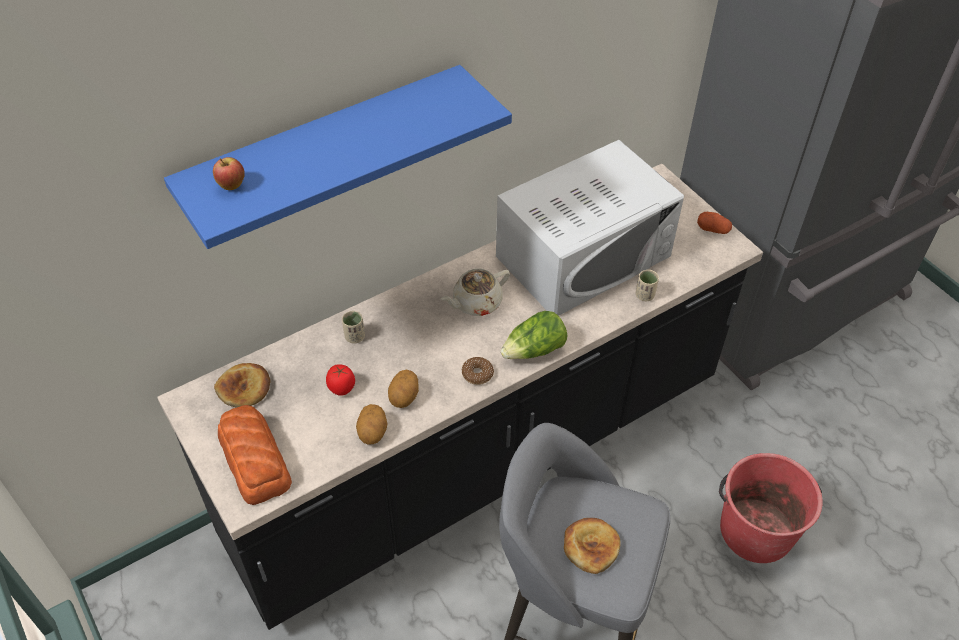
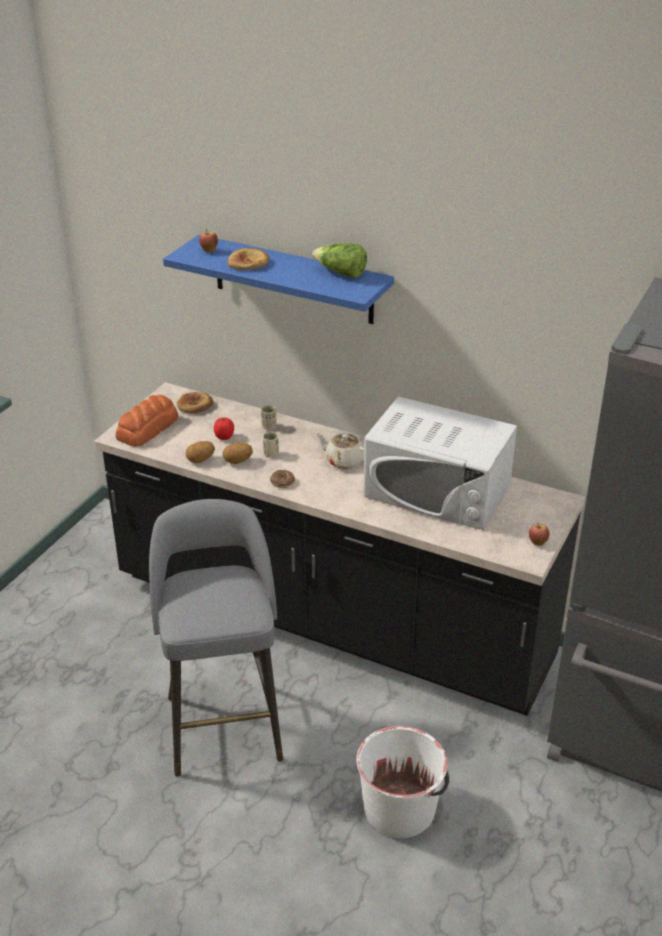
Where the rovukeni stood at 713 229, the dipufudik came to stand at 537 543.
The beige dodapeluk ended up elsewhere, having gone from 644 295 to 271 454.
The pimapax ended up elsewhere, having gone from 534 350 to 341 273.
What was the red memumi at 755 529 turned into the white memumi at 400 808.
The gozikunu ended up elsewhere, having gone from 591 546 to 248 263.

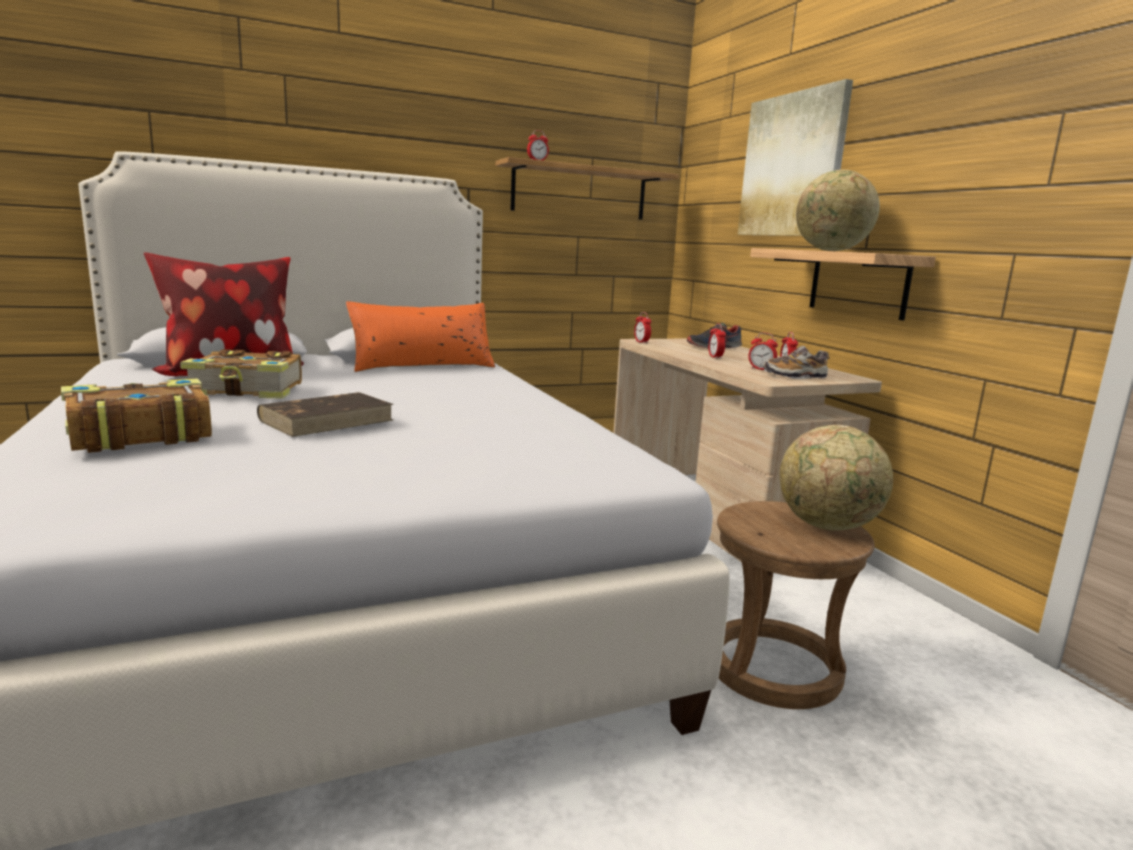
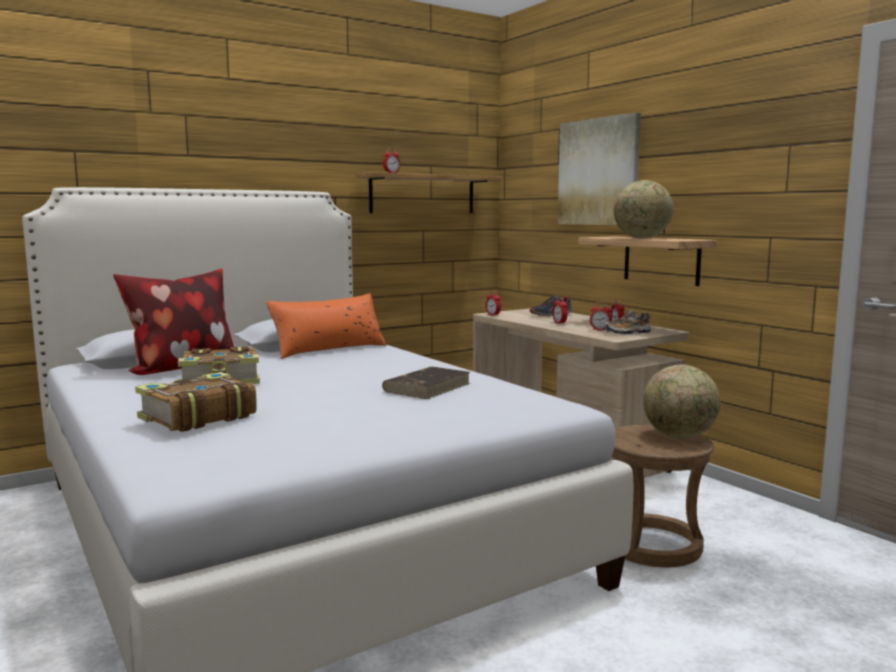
The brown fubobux ended up elsewhere, having gone from 328 420 to 427 387.

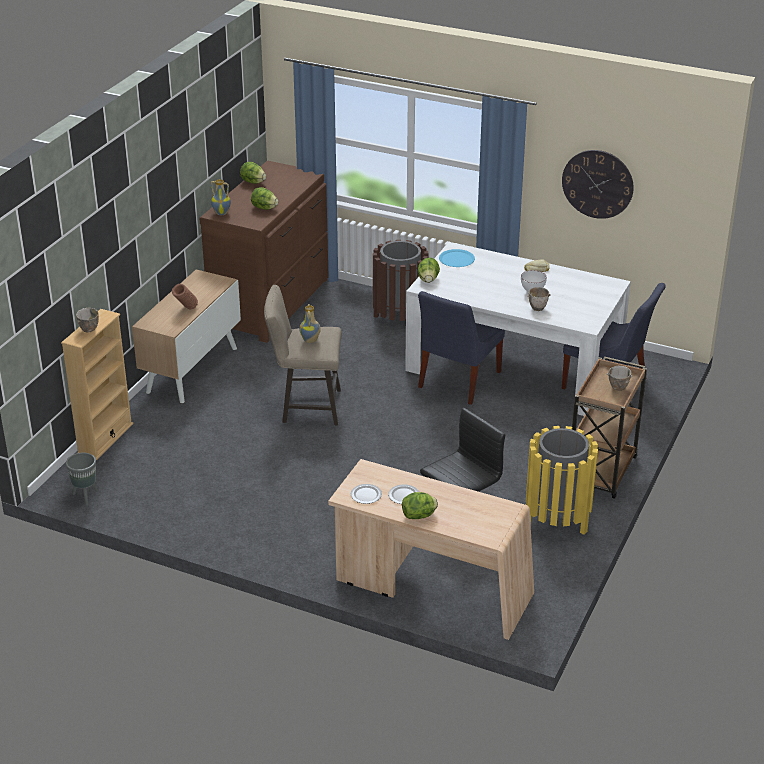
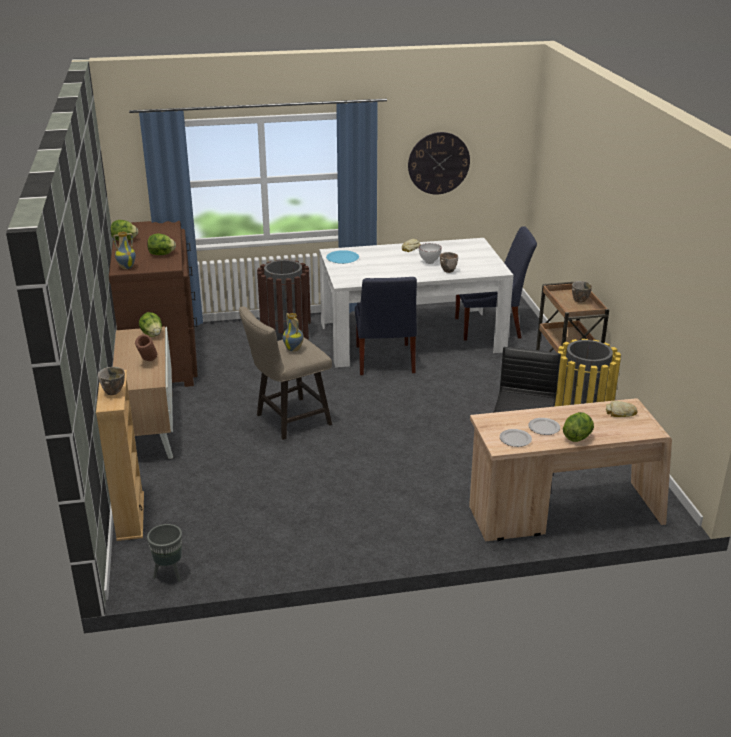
The pimapax ended up elsewhere, having gone from 428 280 to 152 334.
The second view gained the gozikunu at 621 413.

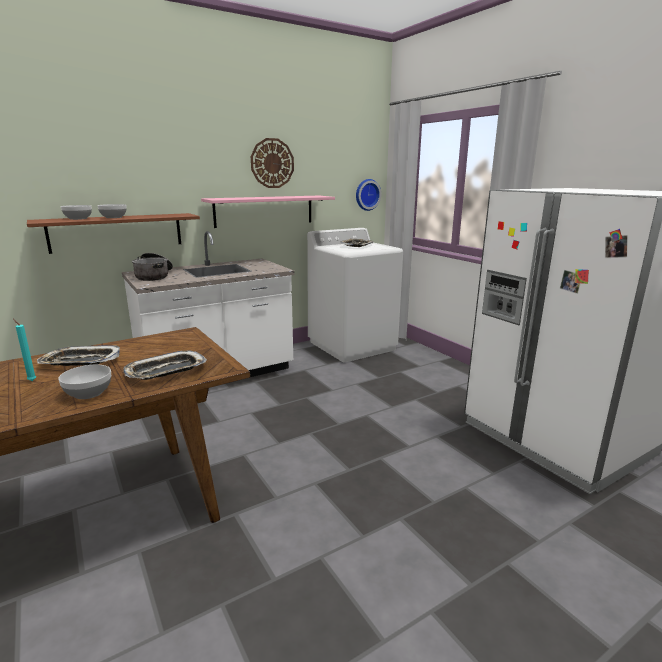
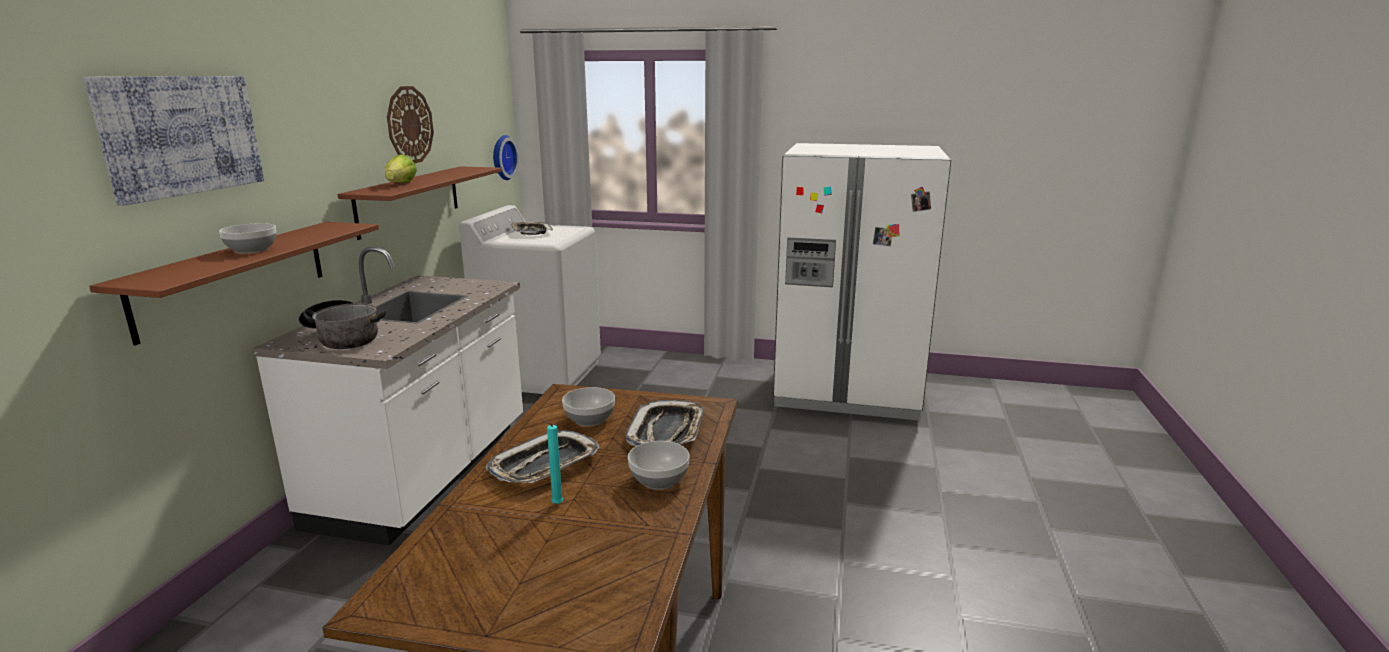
What was the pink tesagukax at 264 211 turned into the brown tesagukax at 409 200.
The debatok ended up elsewhere, having gone from 78 218 to 588 419.
The second view gained the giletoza at 181 135.
The second view gained the pimapax at 401 184.

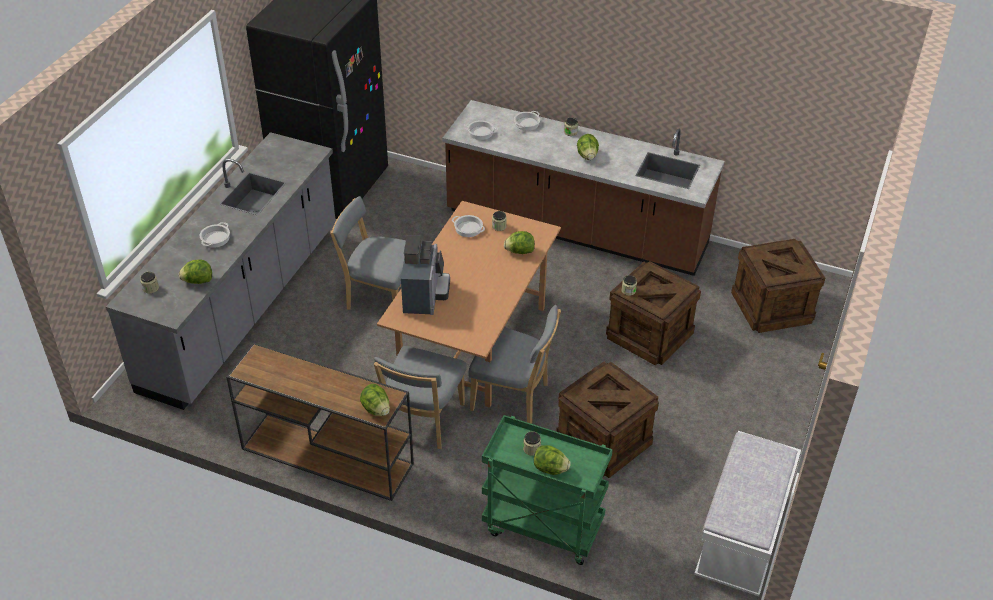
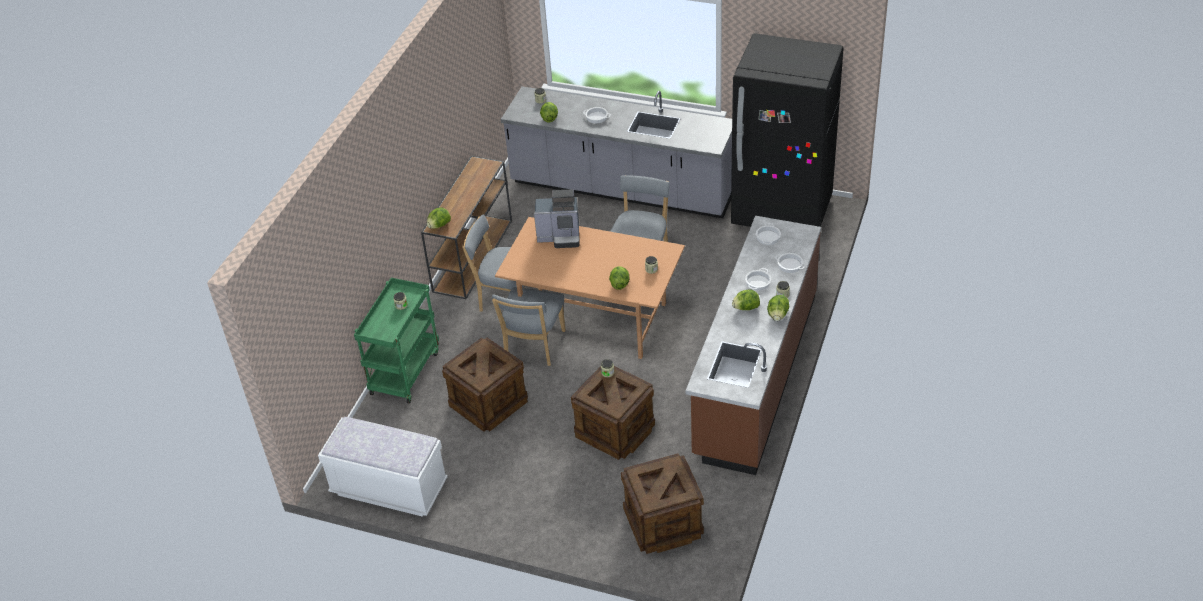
The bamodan ended up elsewhere, having gone from 468 228 to 758 282.
The pimapax ended up elsewhere, having gone from 550 469 to 777 315.

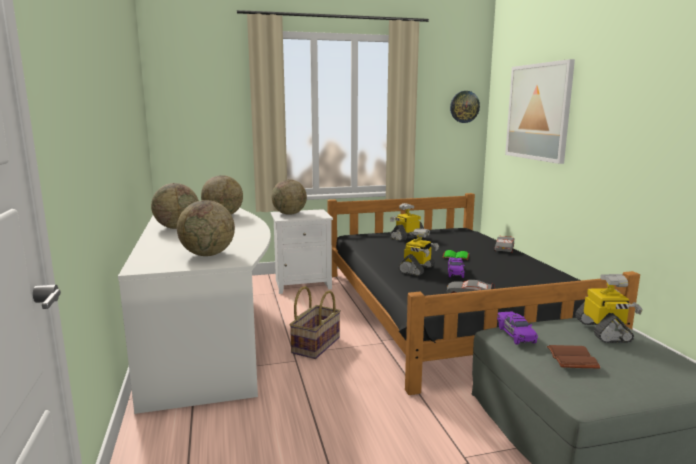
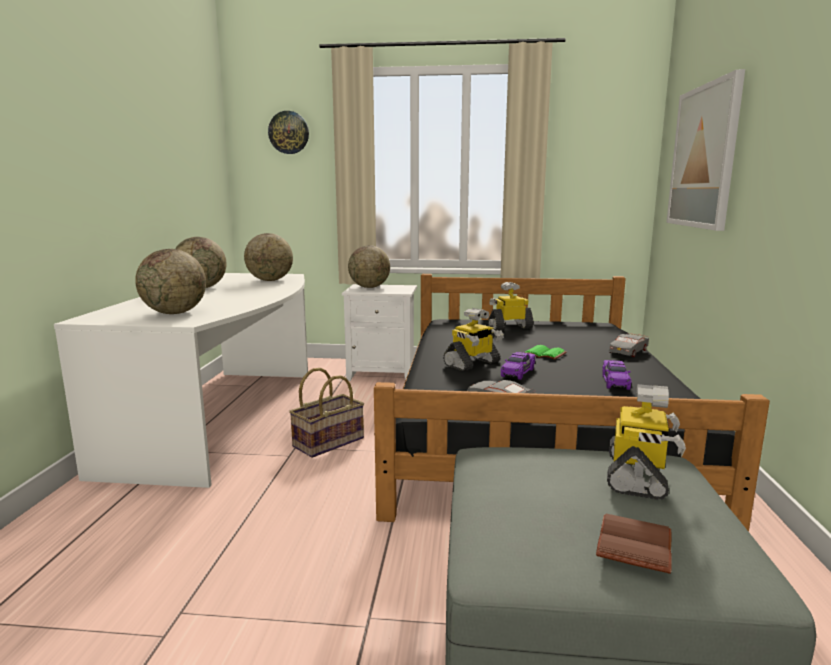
The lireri ended up elsewhere, having gone from 464 106 to 289 132.
The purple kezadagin ended up elsewhere, having gone from 515 335 to 615 382.
The brown fubobux ended up elsewhere, having gone from 574 359 to 636 546.

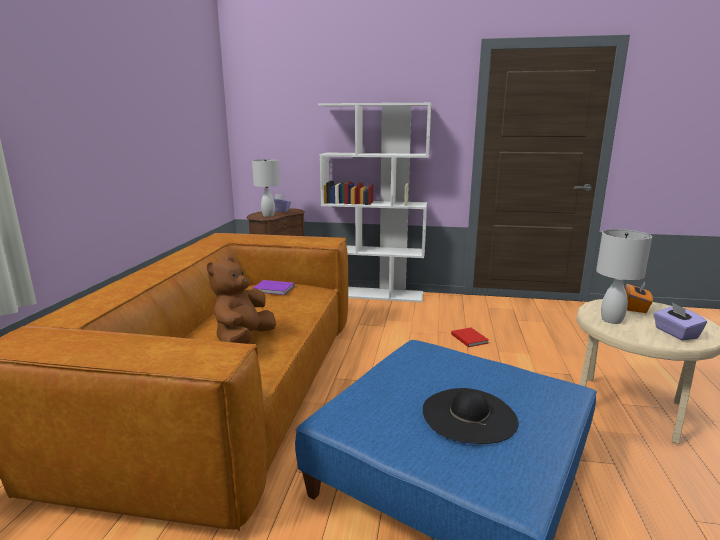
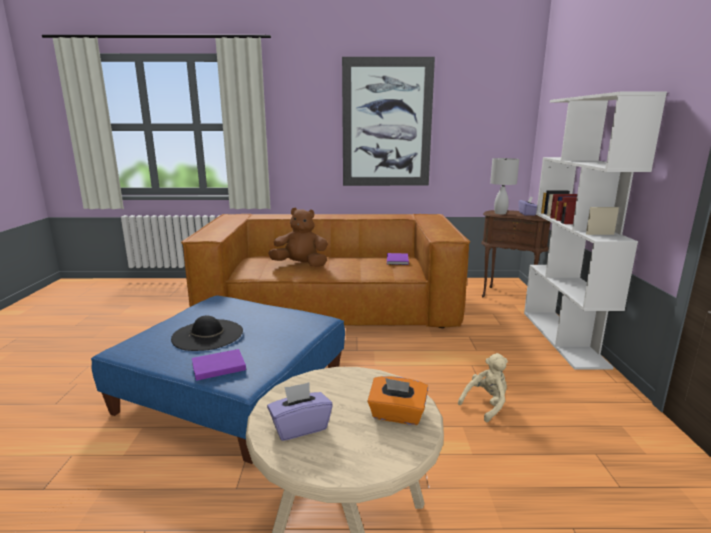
The second view lost the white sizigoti at 611 320.
Where the red fubobux stood at 469 338, the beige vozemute came to stand at 486 404.
The second view gained the giletoza at 387 123.
The second view gained the purple fubobux at 217 366.

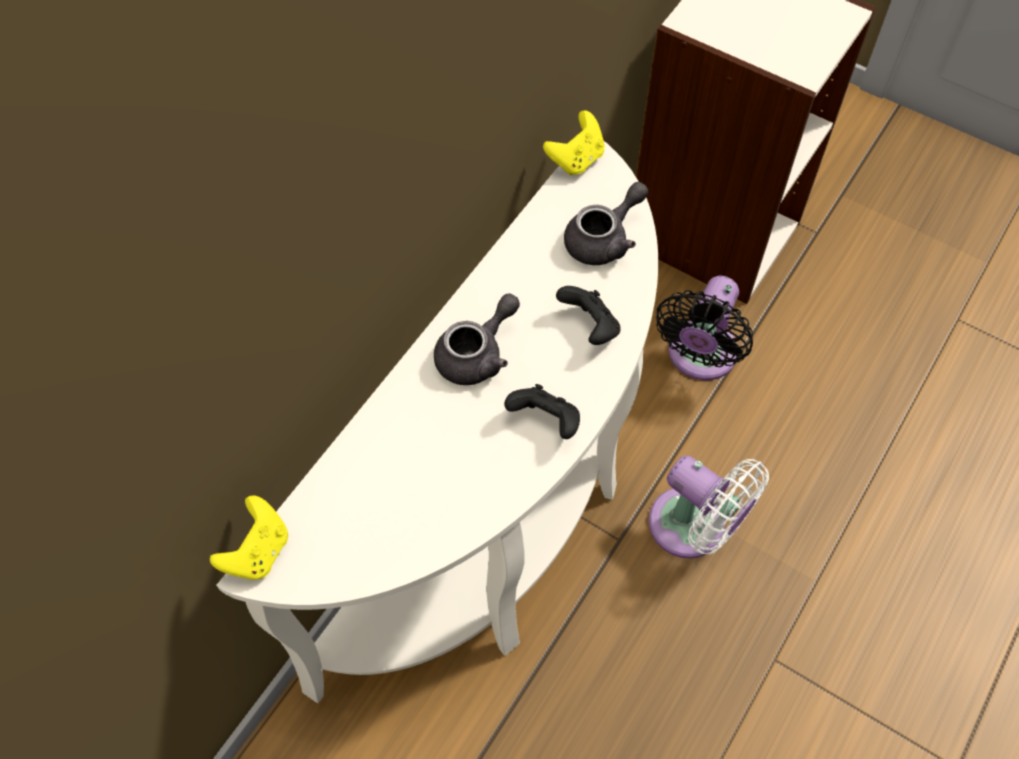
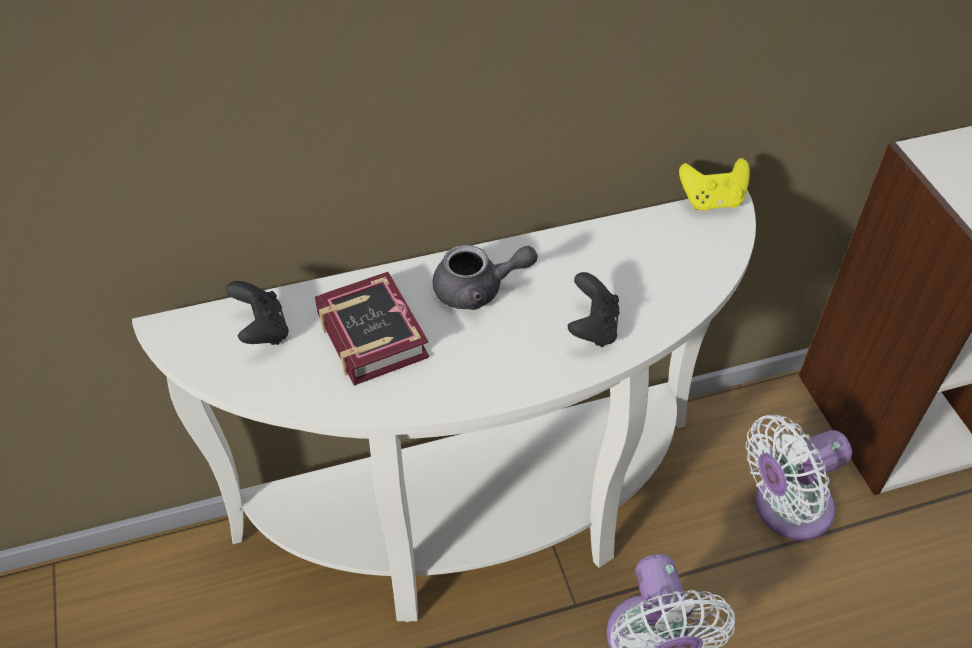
The second view lost the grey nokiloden at 604 240.
What was the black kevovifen at 699 357 turned into the white kevovifen at 786 509.
The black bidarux ended up elsewhere, having gone from 546 421 to 262 330.
The second view lost the yellow bidarux at 258 551.
The second view gained the fubobux at 373 331.

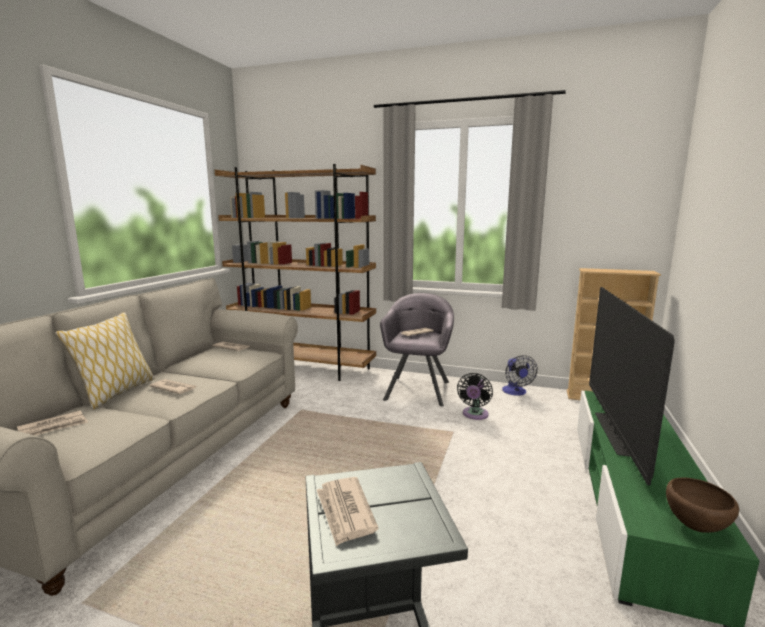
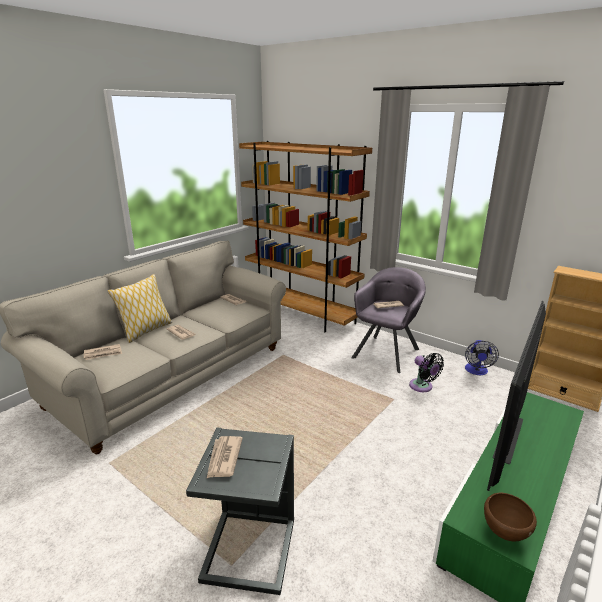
The black kevovifen at 474 415 ended up facing another way, 75 degrees counterclockwise from before.

